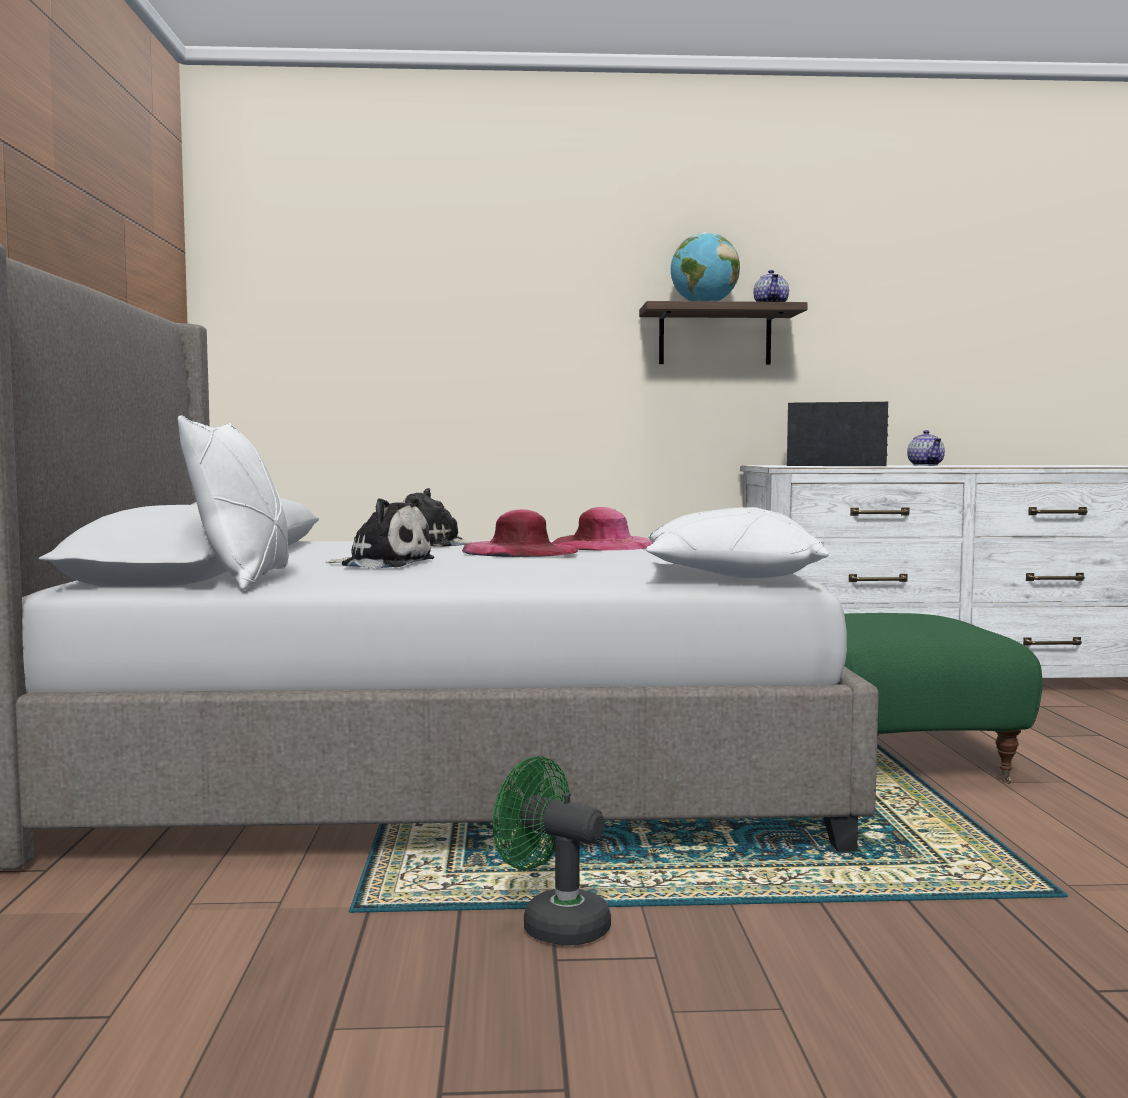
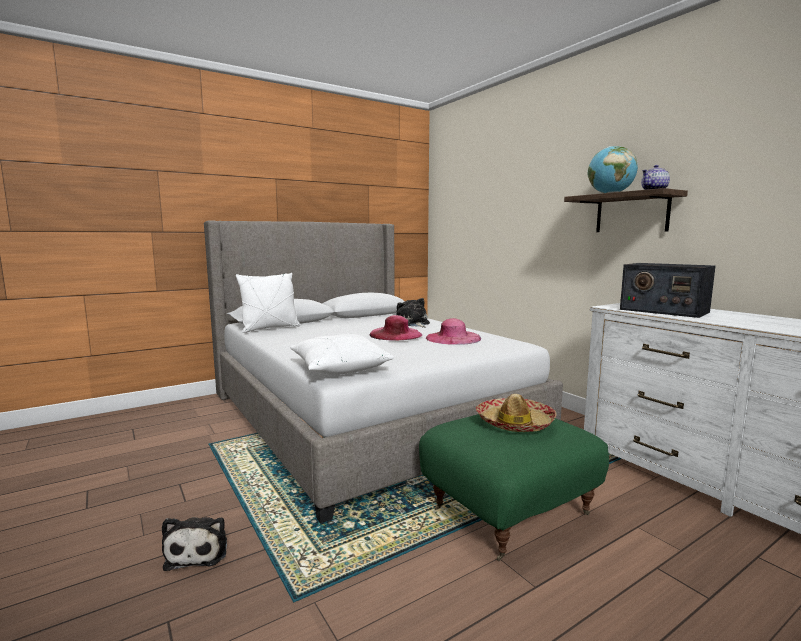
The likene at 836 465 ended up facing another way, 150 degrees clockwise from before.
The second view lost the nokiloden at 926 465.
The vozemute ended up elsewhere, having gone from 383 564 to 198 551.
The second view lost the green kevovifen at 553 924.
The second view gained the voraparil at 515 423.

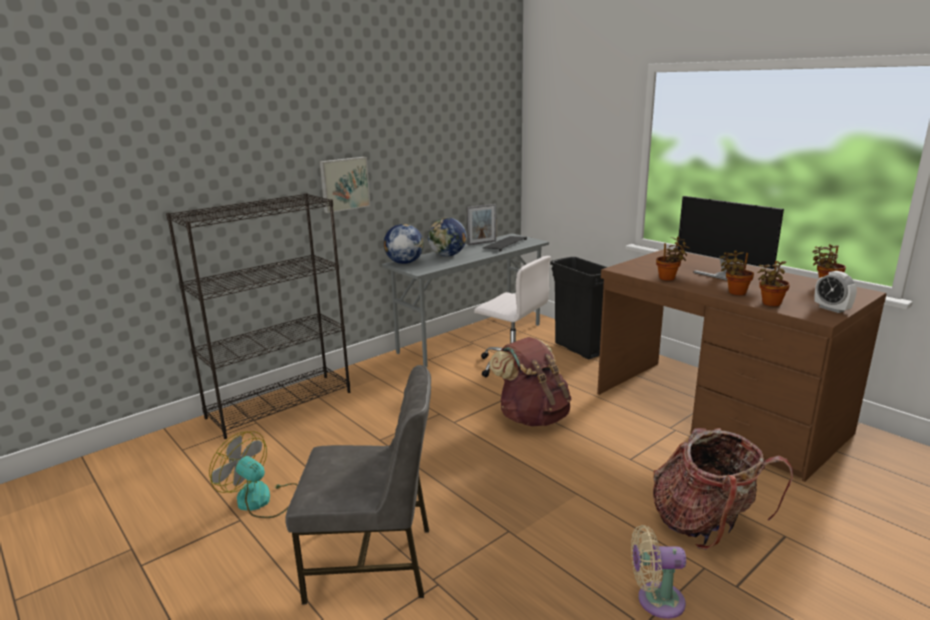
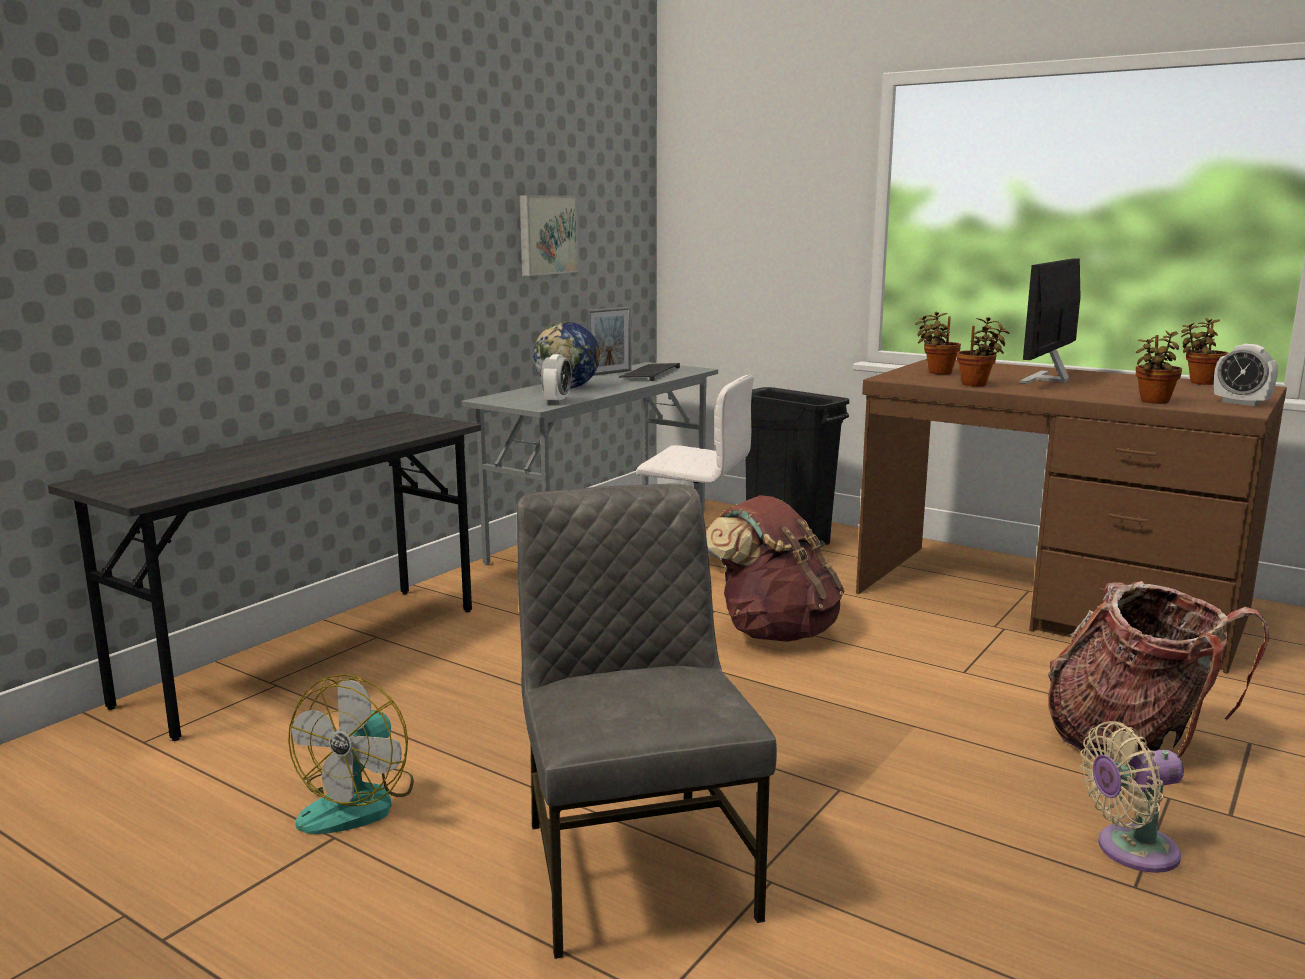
The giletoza ended up elsewhere, having gone from 344 184 to 546 234.
Where the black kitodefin stood at 280 404, the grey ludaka came to stand at 308 653.
The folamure at 722 275 ended up facing another way, 90 degrees clockwise from before.
The second view lost the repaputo at 404 263.
The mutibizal ended up elsewhere, having gone from 735 292 to 937 372.
The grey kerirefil at 373 562 ended up facing another way, 90 degrees counterclockwise from before.
The kevovifen at 261 500 ended up facing another way, 90 degrees counterclockwise from before.
The second view gained the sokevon at 557 402.

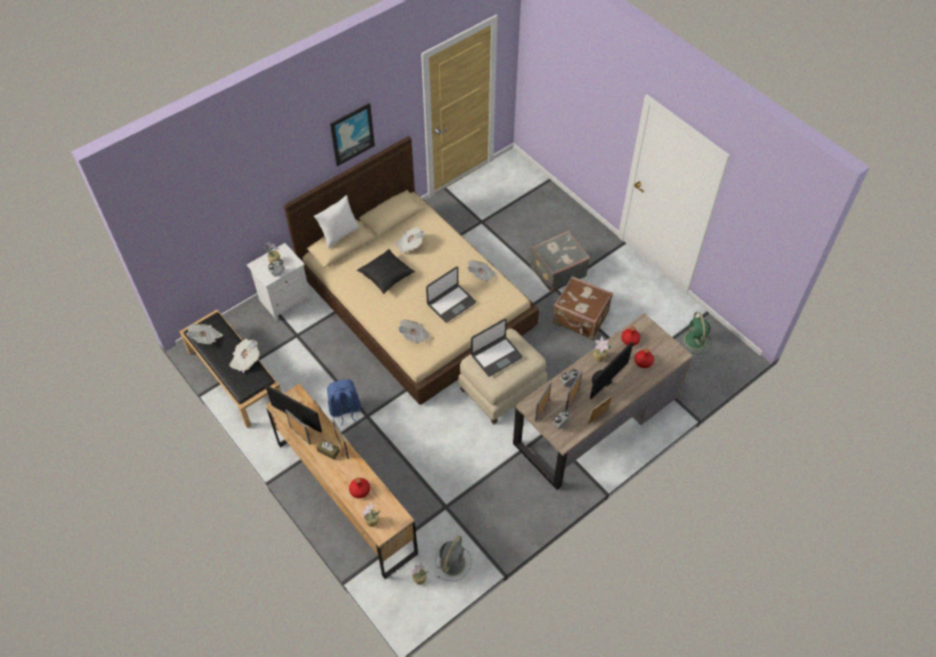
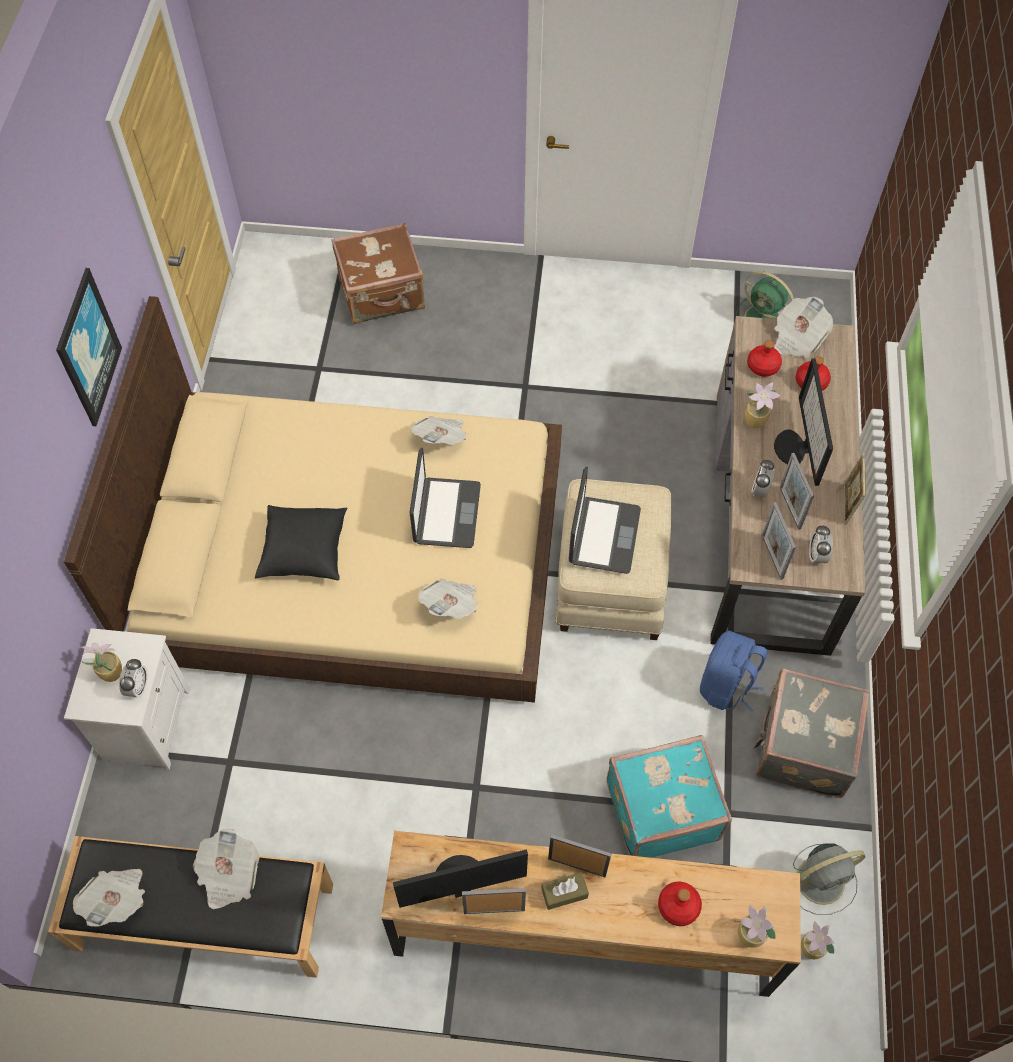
The second view lost the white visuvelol at 339 235.
The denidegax ended up elsewhere, having gone from 409 245 to 797 338.
The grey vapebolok ended up elsewhere, having gone from 557 271 to 802 746.
The brown vapebolok ended up elsewhere, having gone from 580 319 to 382 294.
The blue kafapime ended up elsewhere, having gone from 345 410 to 726 686.
The grey kevovifen at 453 562 ended up facing another way, 90 degrees clockwise from before.
The second view gained the turquoise vapebolok at 661 808.

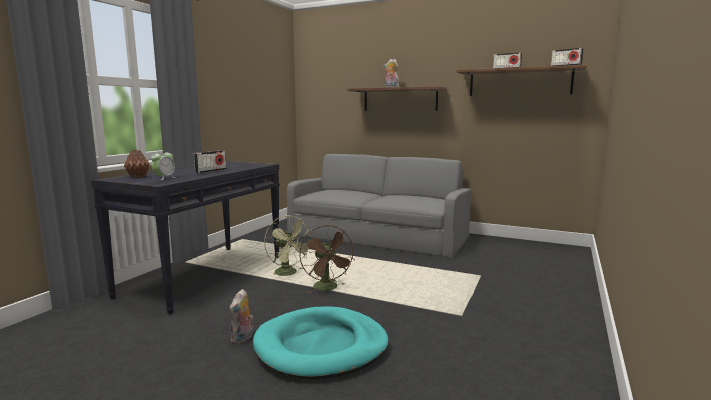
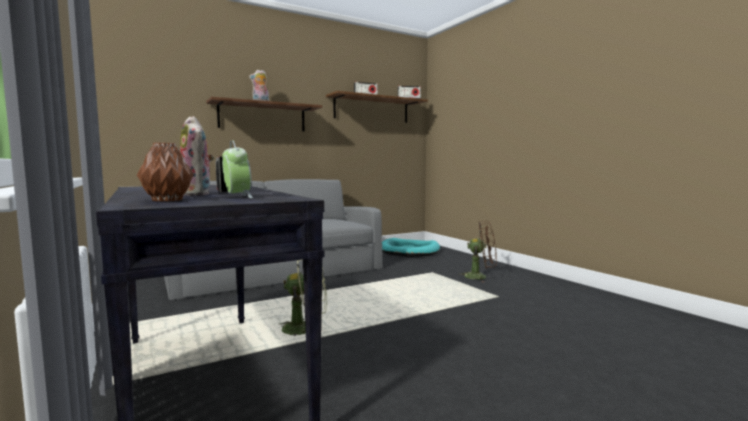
The brown kevovifen ended up elsewhere, having gone from 328 288 to 480 277.
The vozemute ended up elsewhere, having gone from 243 338 to 197 194.
The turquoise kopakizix ended up elsewhere, having gone from 321 347 to 409 251.

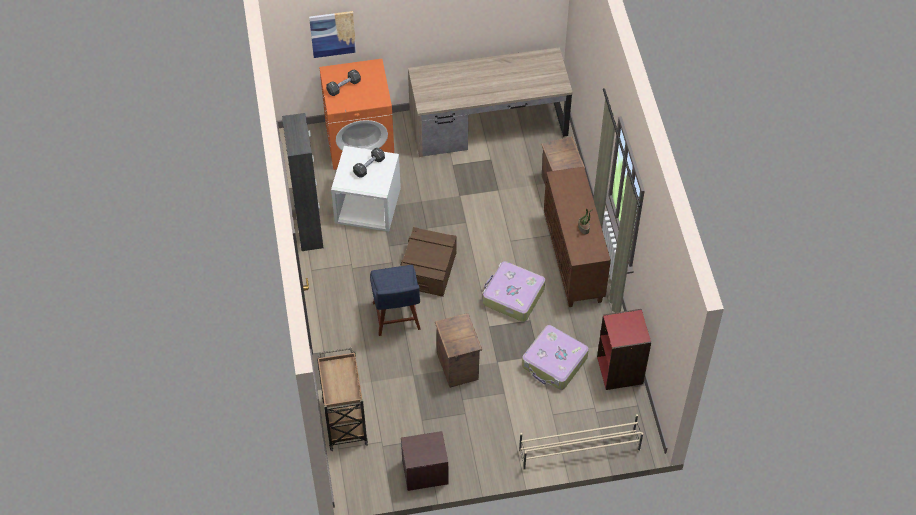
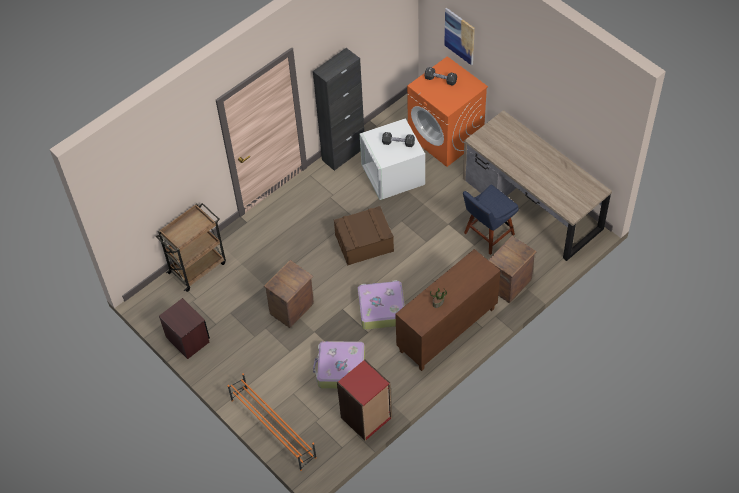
The blue kerirefil ended up elsewhere, having gone from 397 318 to 487 235.
What was the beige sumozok at 578 450 turned into the orange sumozok at 273 428.

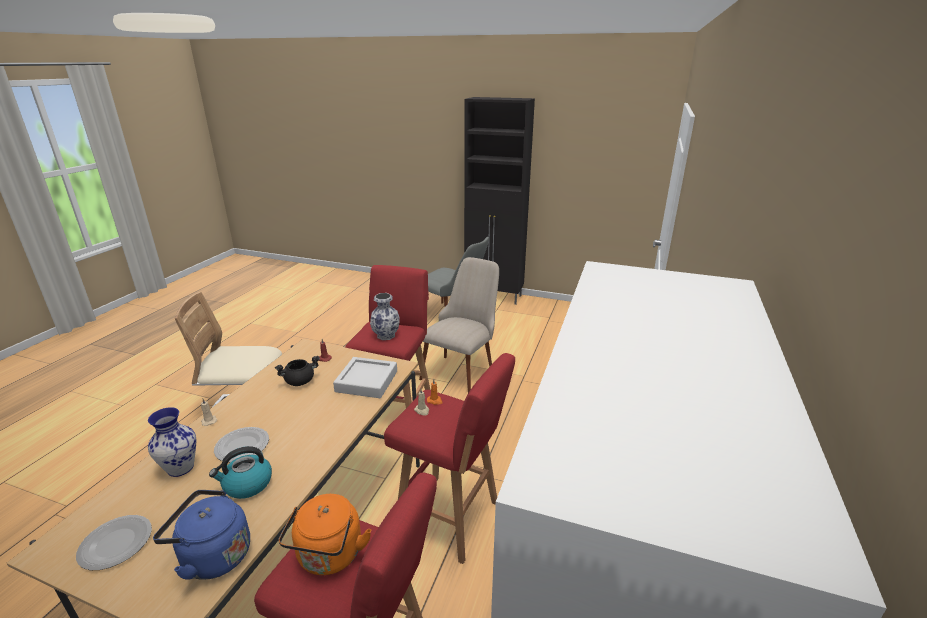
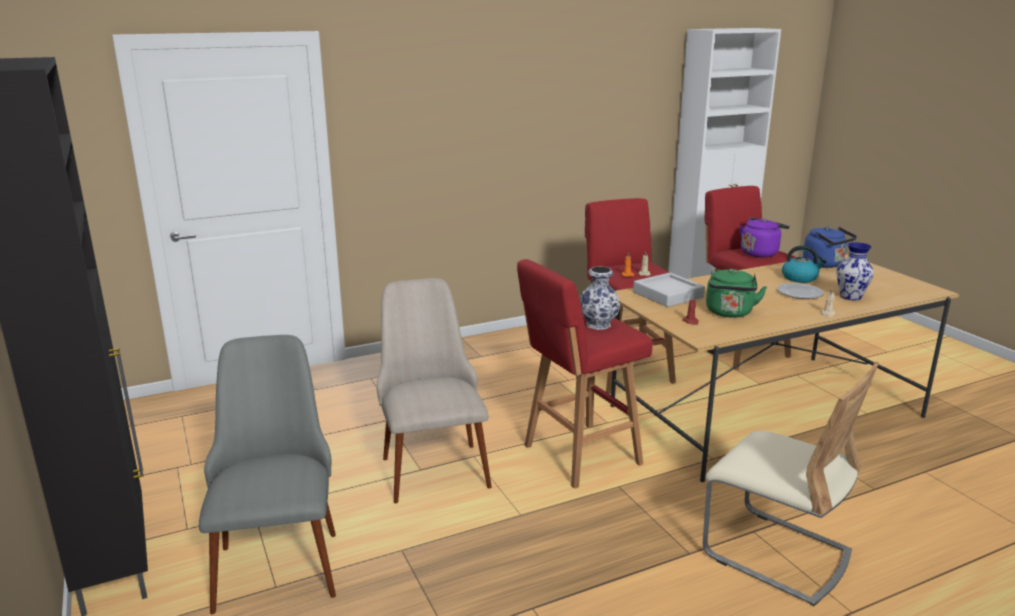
The beige kerirefil at 462 369 ended up facing another way, 90 degrees clockwise from before.
Where the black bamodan stood at 300 381, the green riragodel came to stand at 729 313.
What was the orange riragodel at 329 557 turned into the purple riragodel at 760 253.
The second view lost the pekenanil at 117 543.

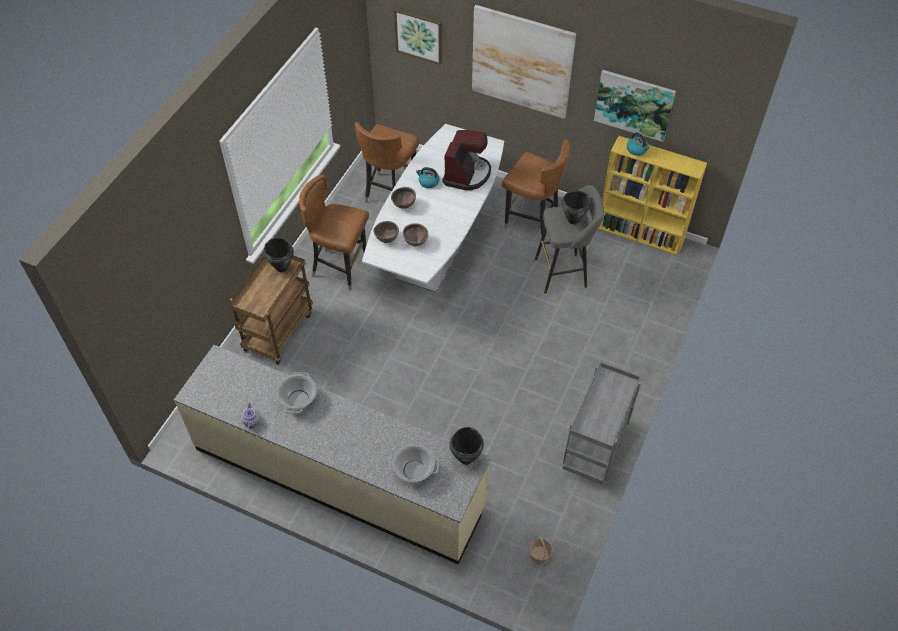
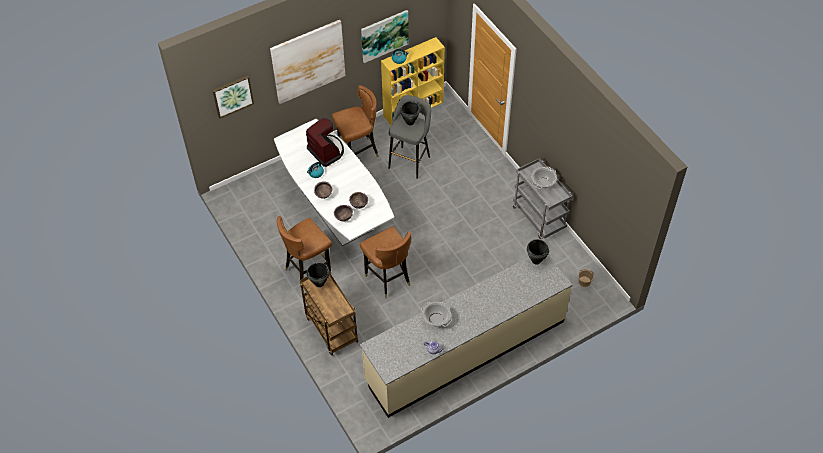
The brown kerirefil ended up elsewhere, having gone from 389 192 to 388 279.
The bamodan ended up elsewhere, having gone from 414 470 to 543 183.

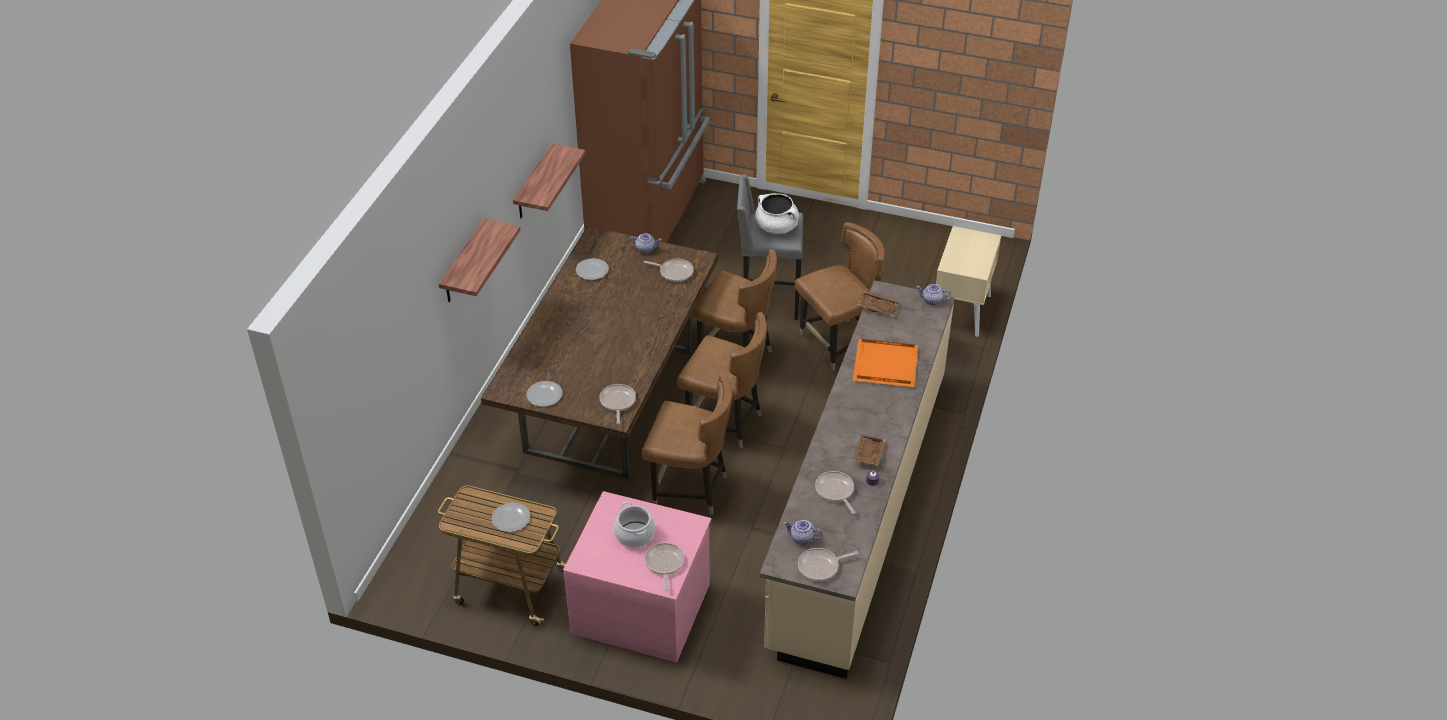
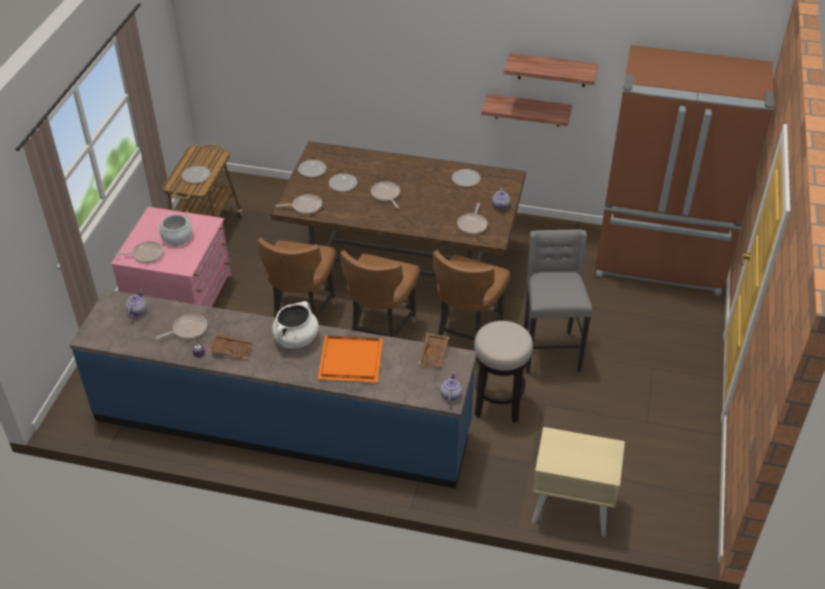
The white bamodan ended up elsewhere, having gone from 777 227 to 296 339.
The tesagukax ended up elsewhere, having gone from 463 263 to 552 70.
Where the brown kerirefil stood at 837 343, the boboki came to stand at 498 404.
What was the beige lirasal at 858 507 turned into the blue lirasal at 282 424.
The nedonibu ended up elsewhere, having gone from 821 567 to 386 195.
The second view gained the pekenanil at 343 184.

